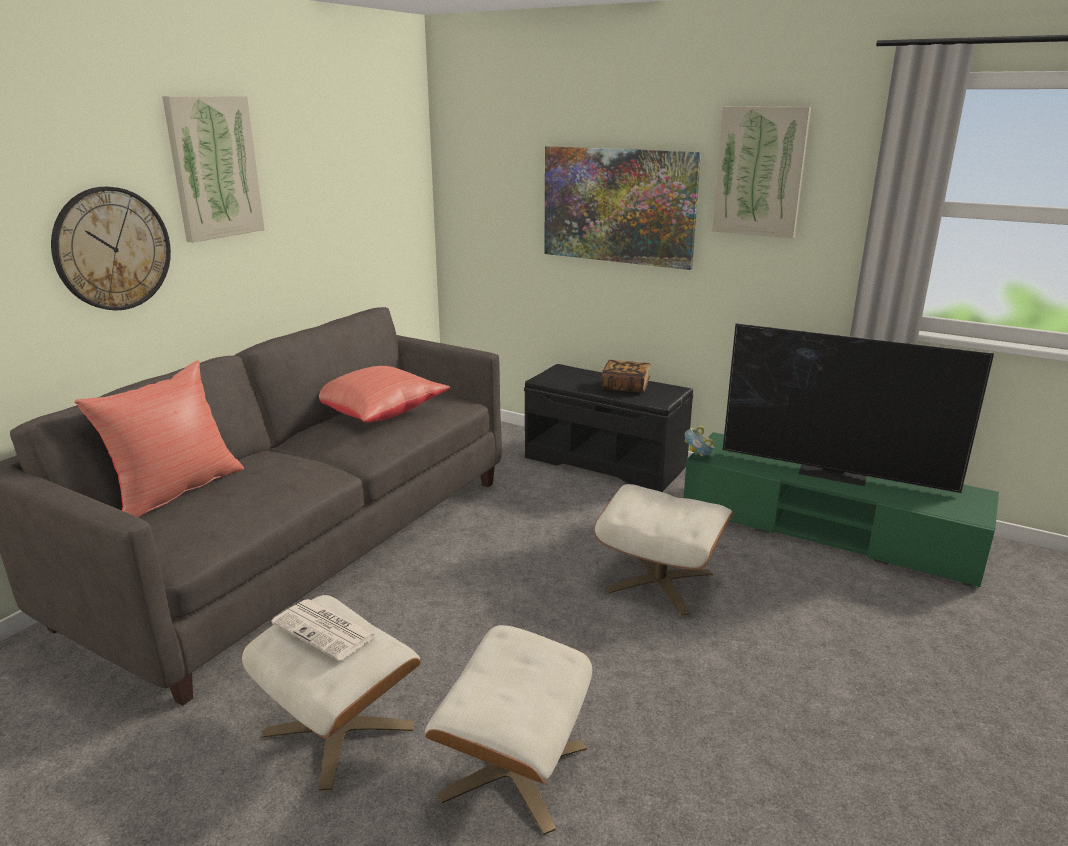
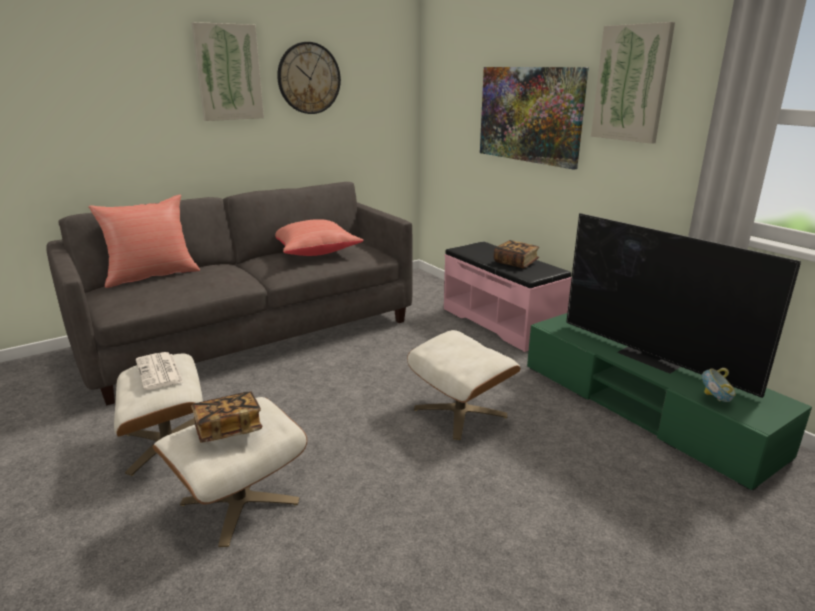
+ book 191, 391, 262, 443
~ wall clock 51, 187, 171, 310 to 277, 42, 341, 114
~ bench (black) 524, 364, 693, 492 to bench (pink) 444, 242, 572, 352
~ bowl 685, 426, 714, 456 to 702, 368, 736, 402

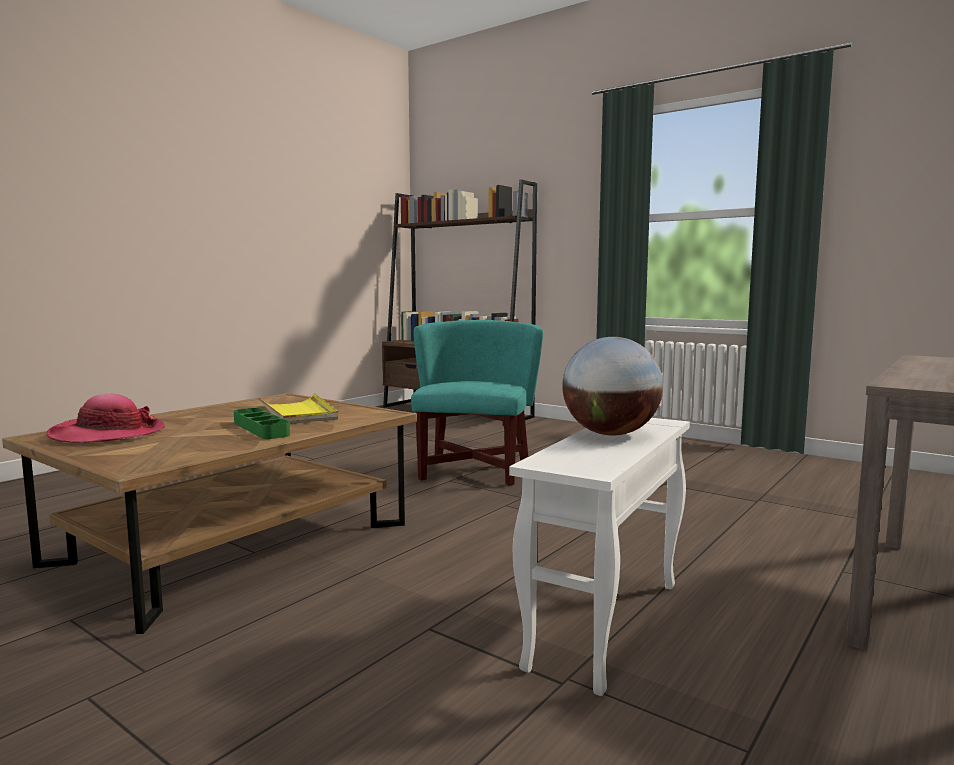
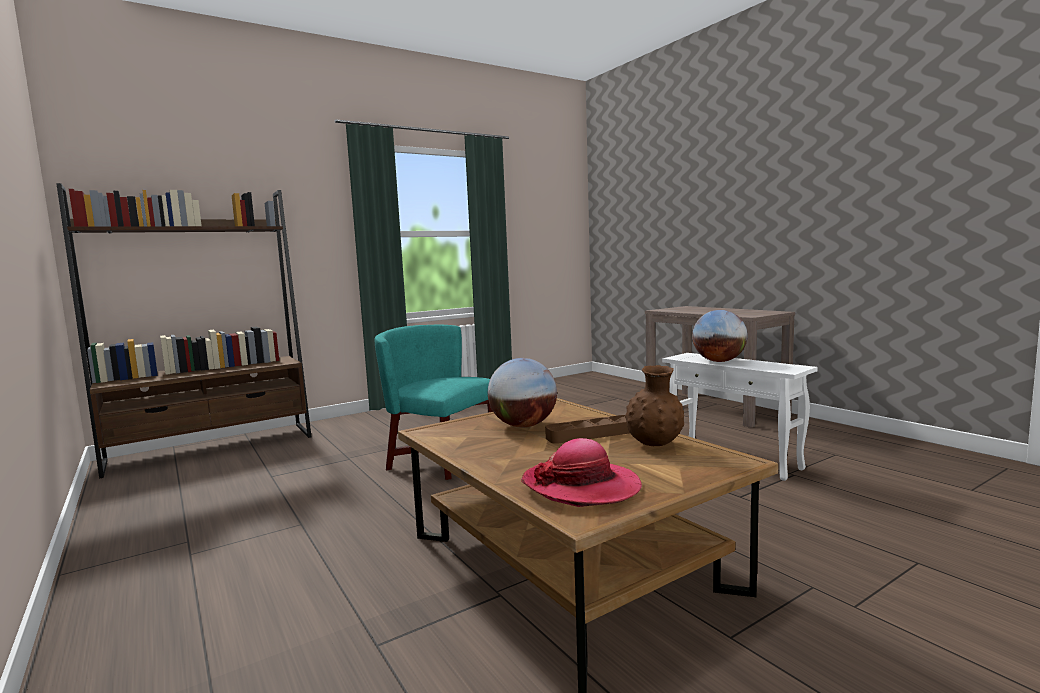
~ tray (yellow) 258, 393, 338, 424 to globe 488, 358, 557, 427
~ tray (green) 234, 408, 290, 439 to tray (brown) 545, 415, 630, 444
+ vase (brown) 625, 365, 684, 446

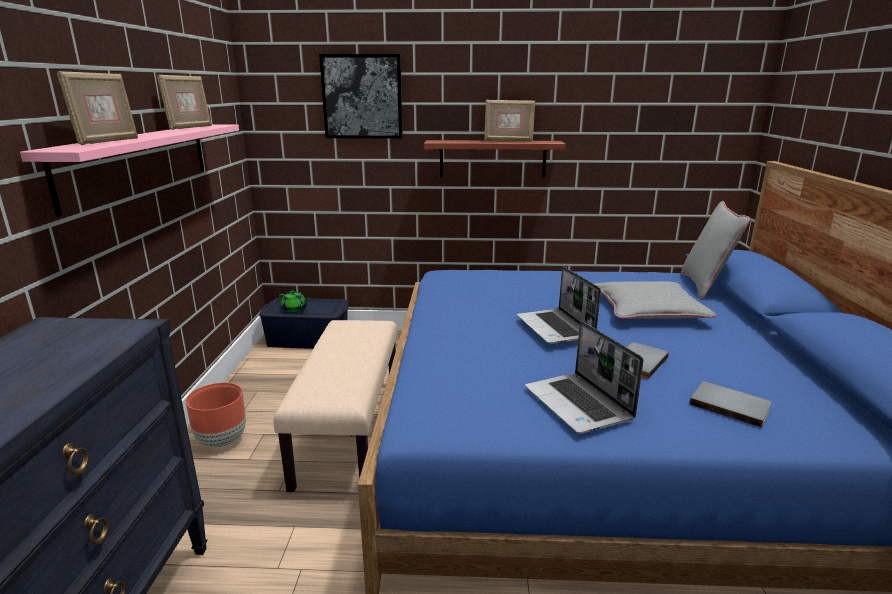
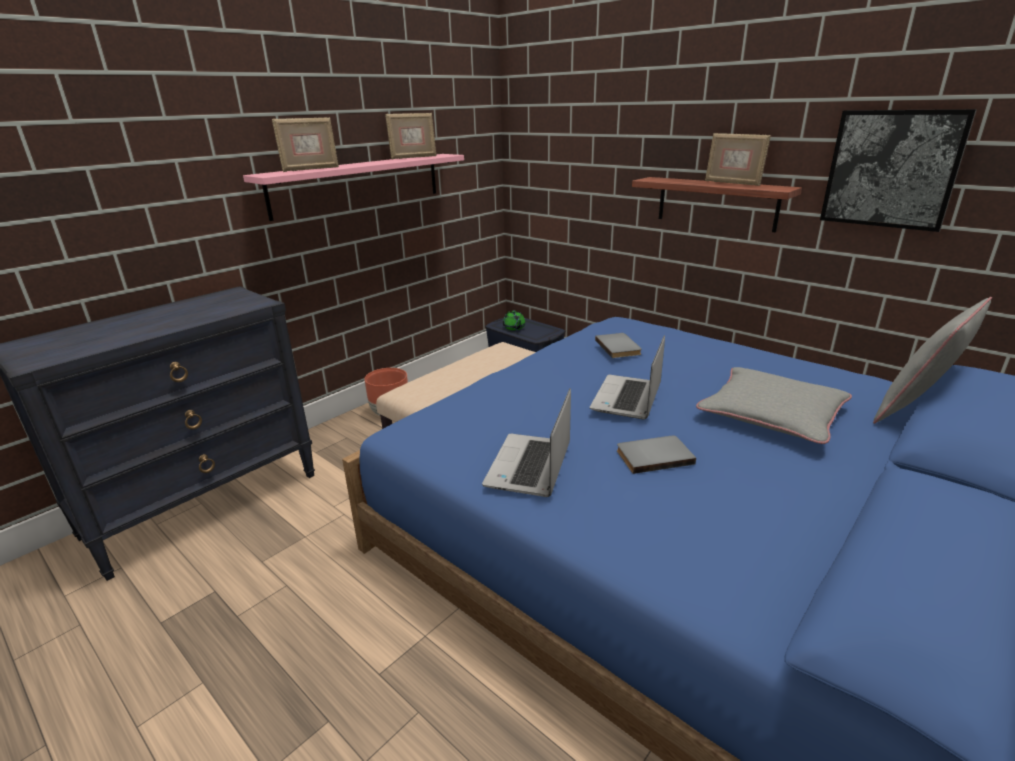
~ book (grey) 689, 381, 772, 428 to 595, 333, 642, 358
~ picture 319, 54, 403, 138 to 820, 109, 977, 232

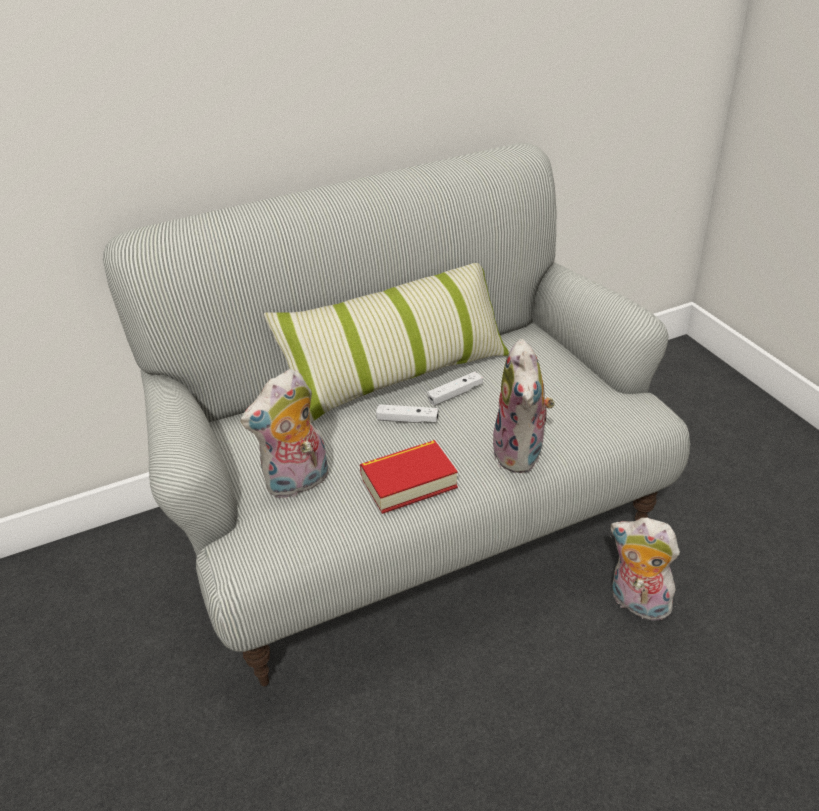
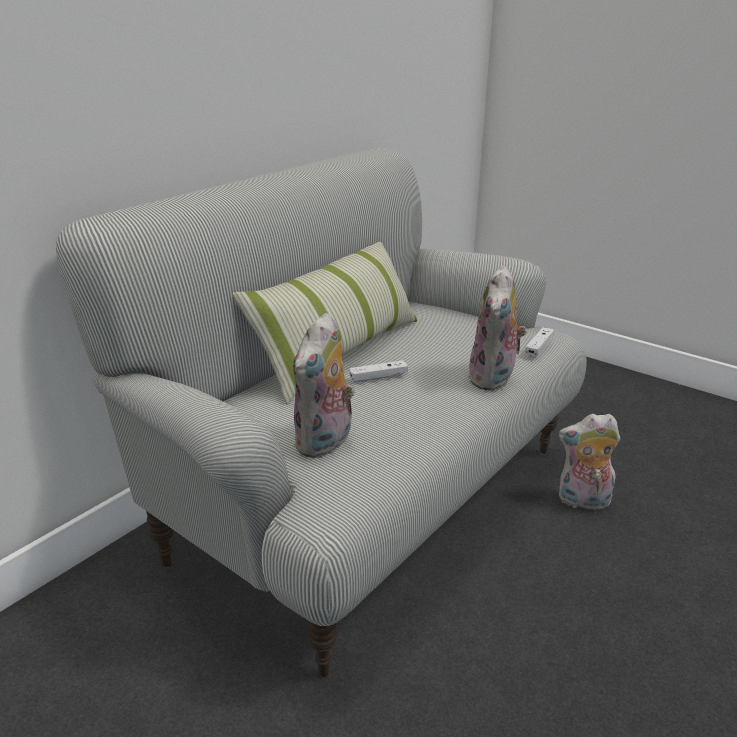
~ plush toy 491, 339, 555, 473 = 468, 265, 527, 391 45 degrees clockwise
~ game controller (white) 427, 372, 483, 406 to 525, 327, 554, 358
- book 360, 440, 458, 514

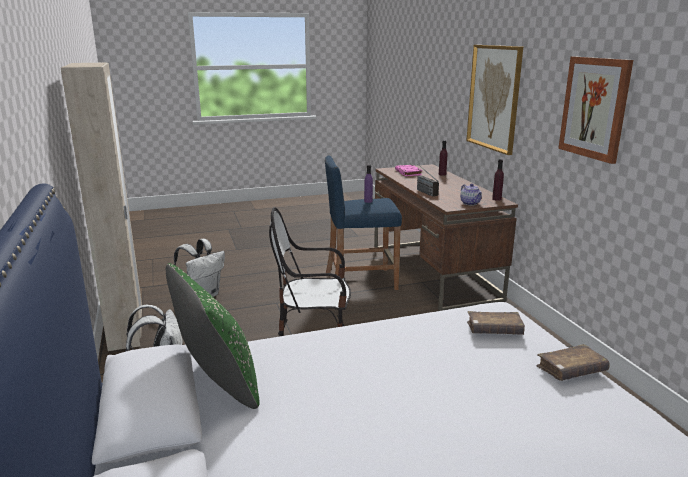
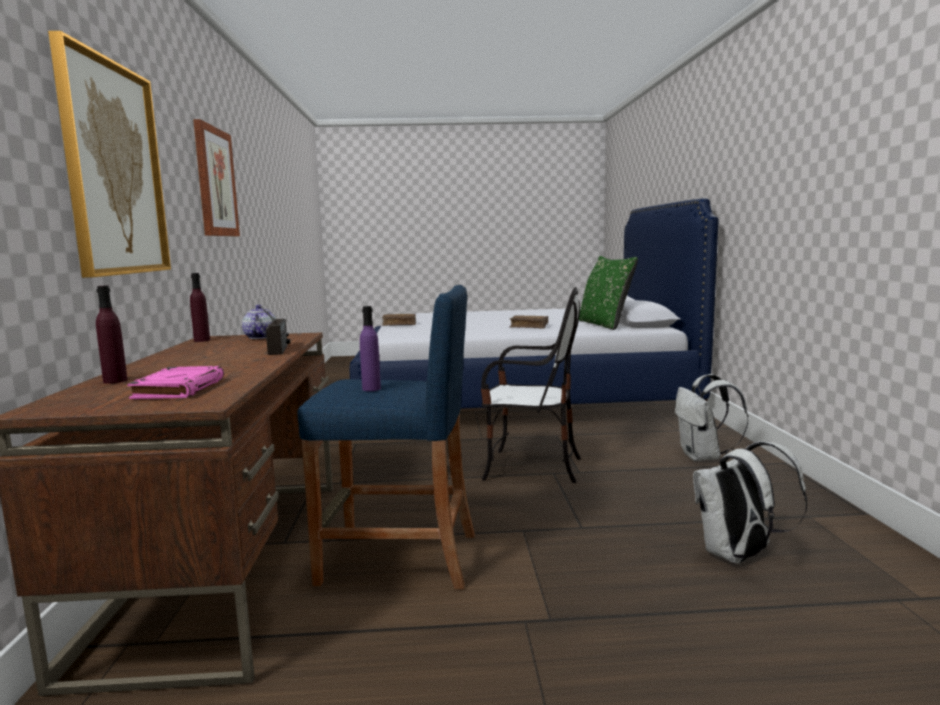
~ book (brown) 467, 311, 525, 335 to 509, 315, 548, 329
- wardrobe (beige) 61, 63, 142, 351

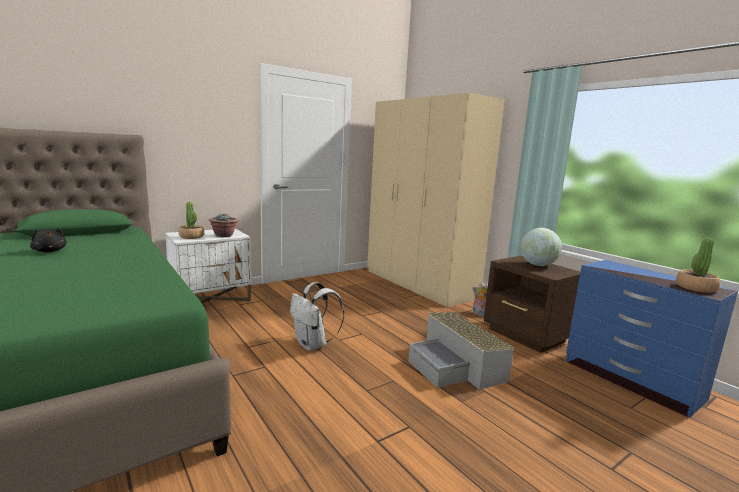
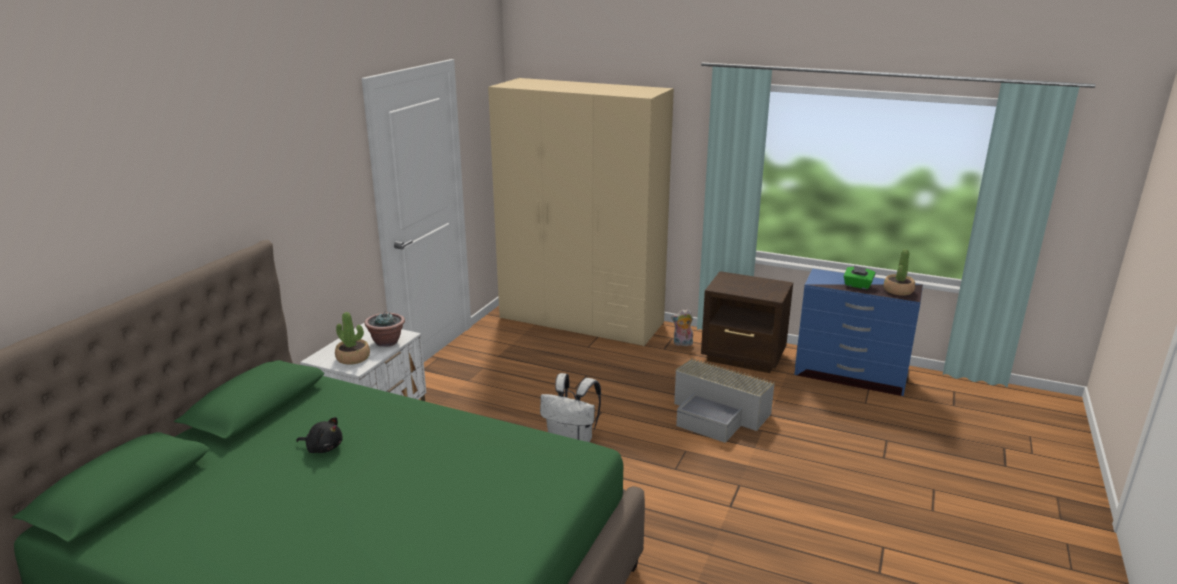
+ tissue box (green) 844, 265, 876, 289
- globe 520, 228, 562, 266

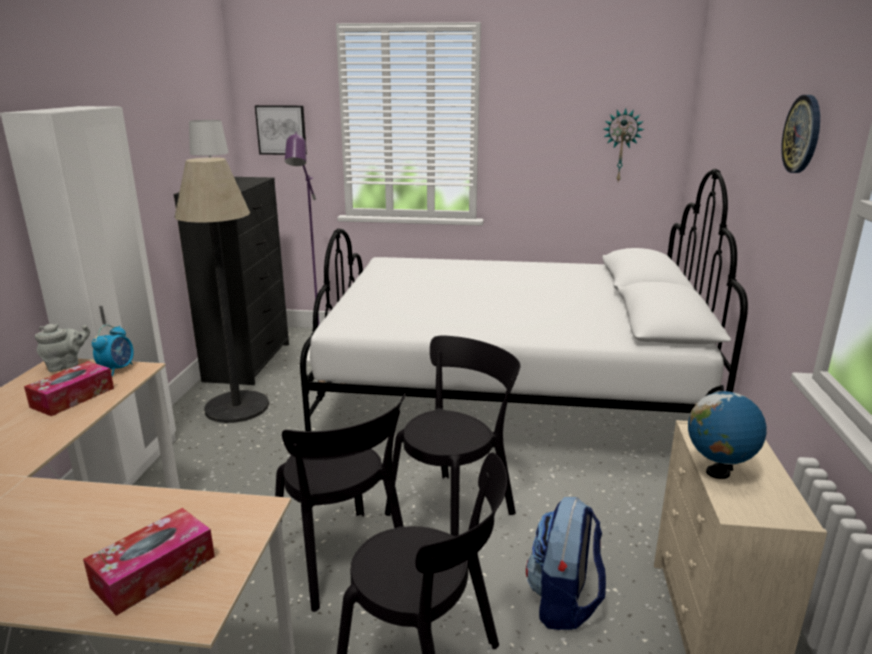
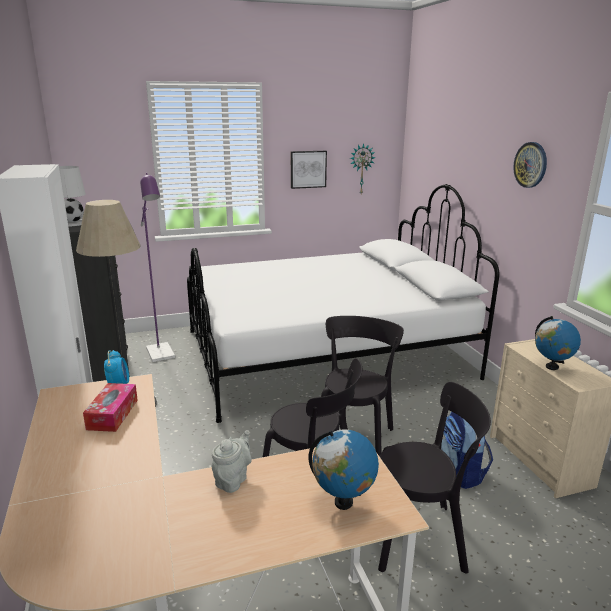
~ teapot (grey) 35, 323, 90, 372 to 212, 430, 252, 493
~ picture 255, 105, 307, 155 to 291, 151, 327, 189
~ tissue box 83, 508, 215, 616 to globe 309, 429, 379, 510

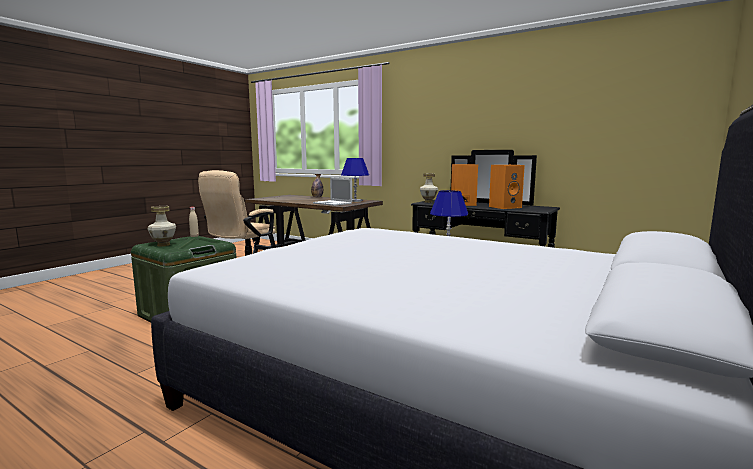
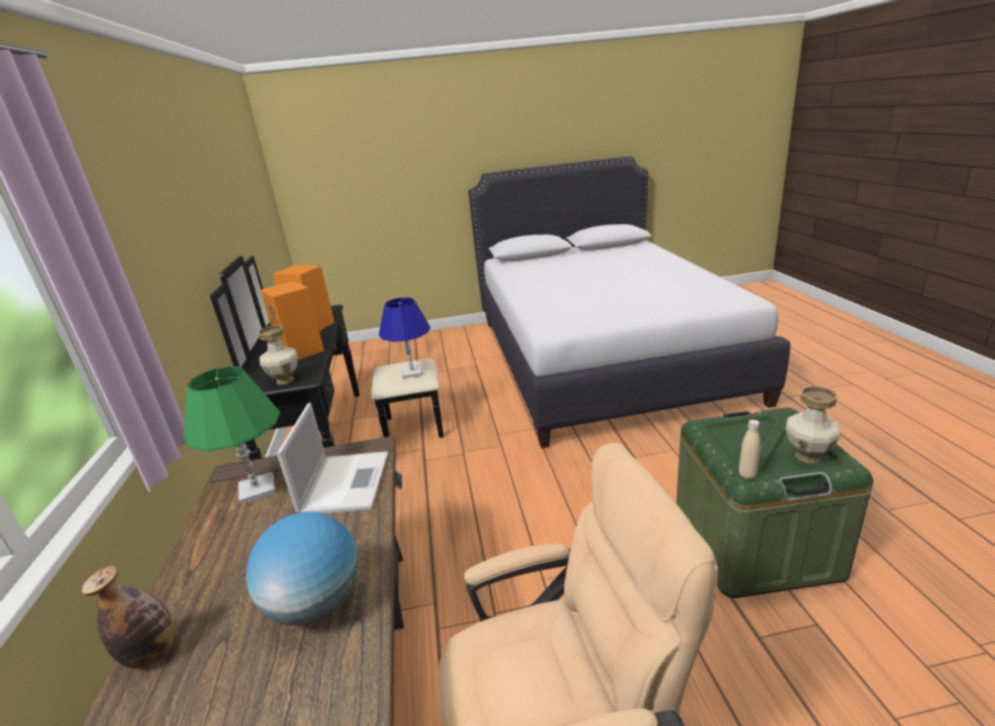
~ table lamp (blue) 341, 158, 369, 202 to table lamp (green) 184, 366, 280, 505
+ globe 246, 512, 359, 625

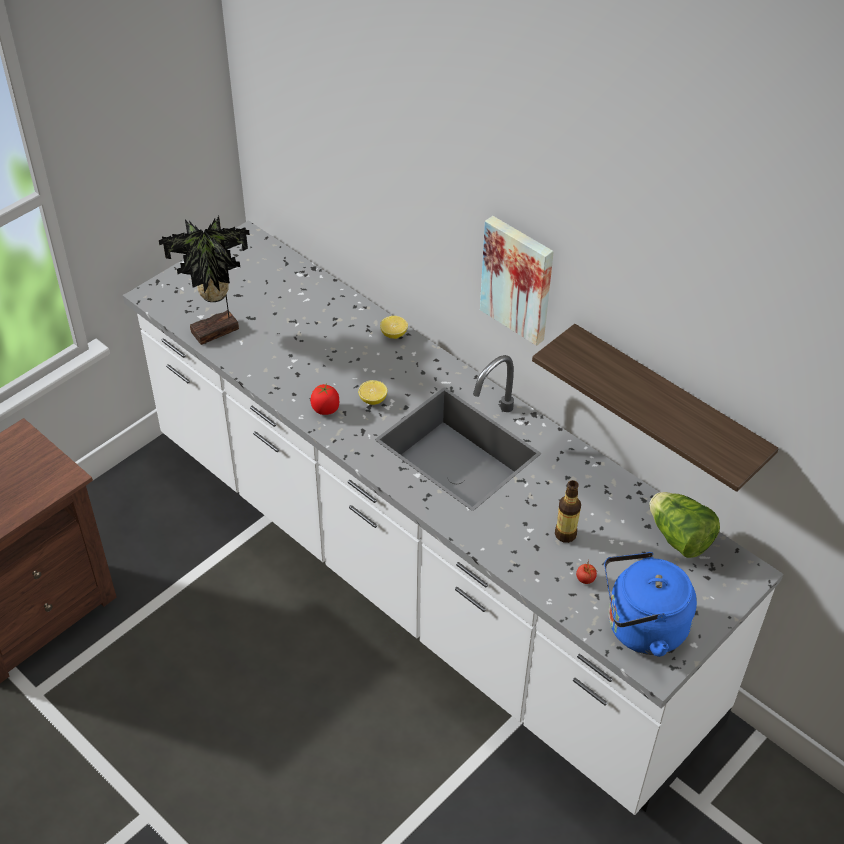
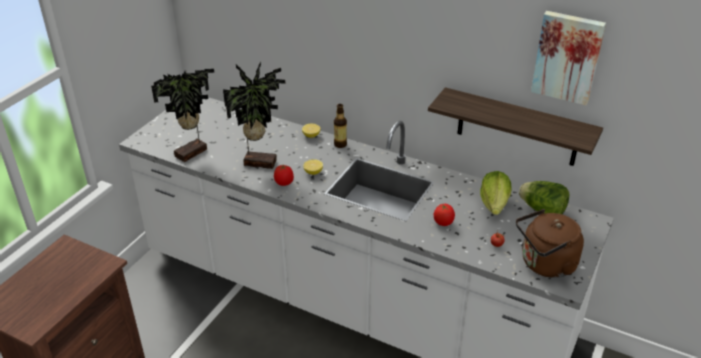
+ potted plant 223, 62, 286, 169
~ bottle 555, 480, 581, 543 to 334, 104, 347, 148
+ tomato 434, 203, 455, 226
+ lettuce 480, 171, 512, 215
~ kettle (blue) 604, 552, 697, 657 to kettle (brown) 516, 209, 584, 278
~ picture 480, 216, 554, 346 to 531, 11, 606, 105

